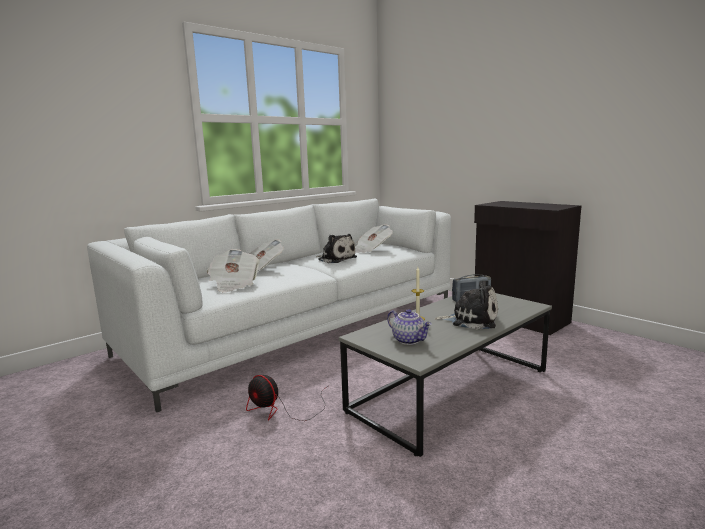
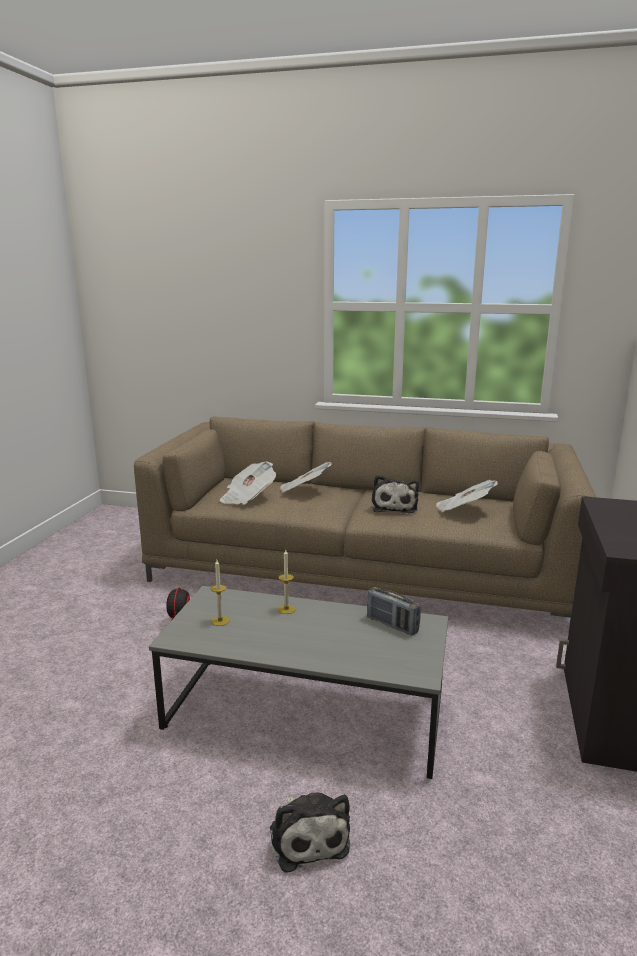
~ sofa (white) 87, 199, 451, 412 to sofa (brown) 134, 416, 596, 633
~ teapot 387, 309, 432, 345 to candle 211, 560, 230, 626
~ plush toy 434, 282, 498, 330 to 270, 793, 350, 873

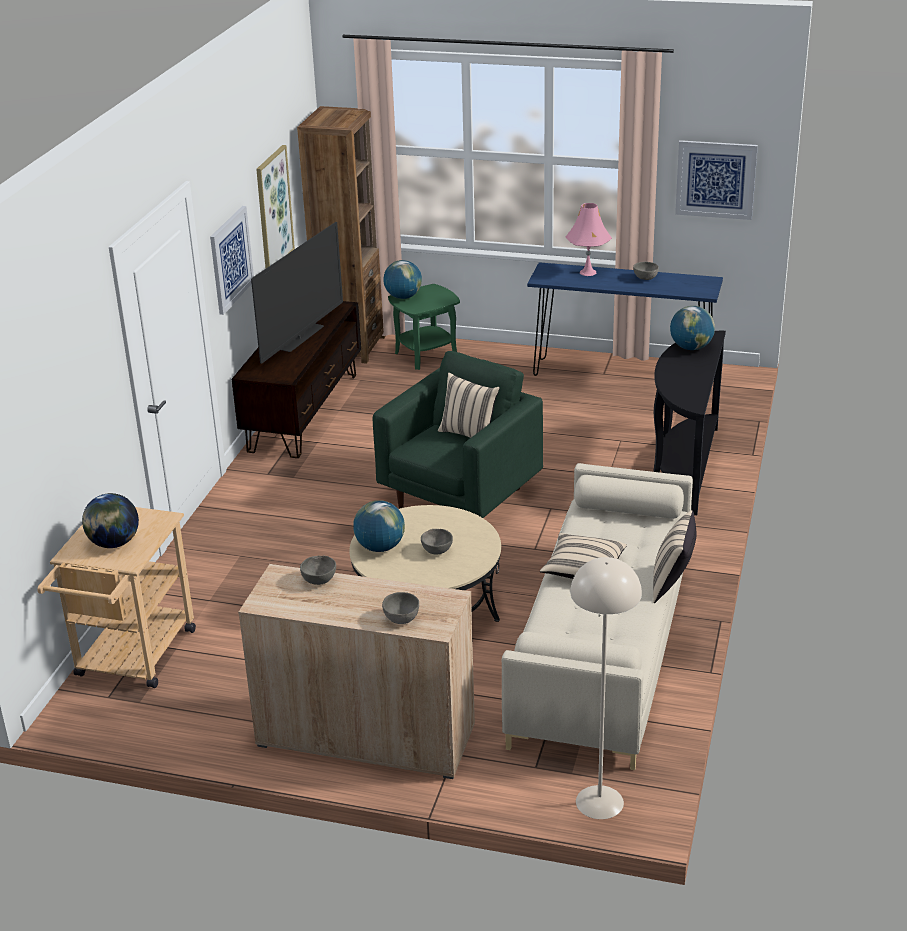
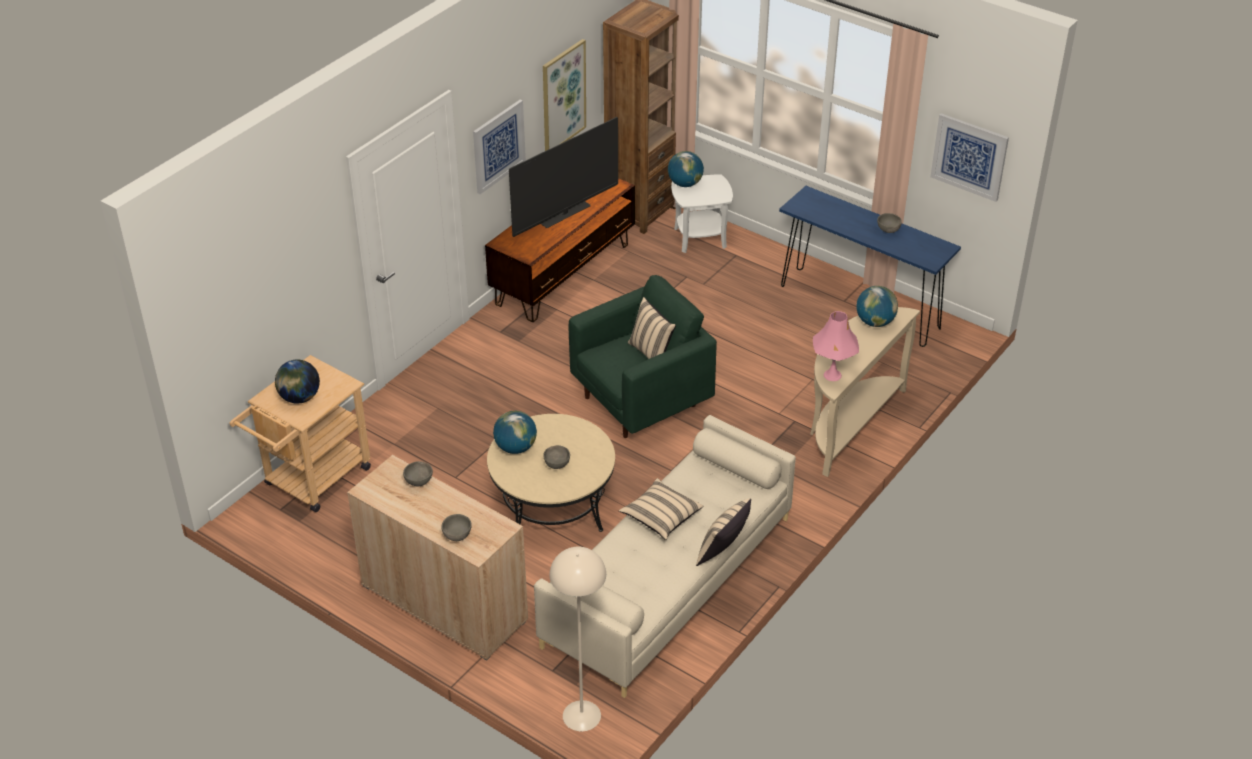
~ side table (green) 388, 284, 460, 370 to side table (white) 671, 174, 733, 253
~ console table (black) 653, 331, 726, 515 to console table (beige) 810, 307, 920, 477
~ table lamp (pink) 566, 203, 612, 276 to 813, 311, 859, 381

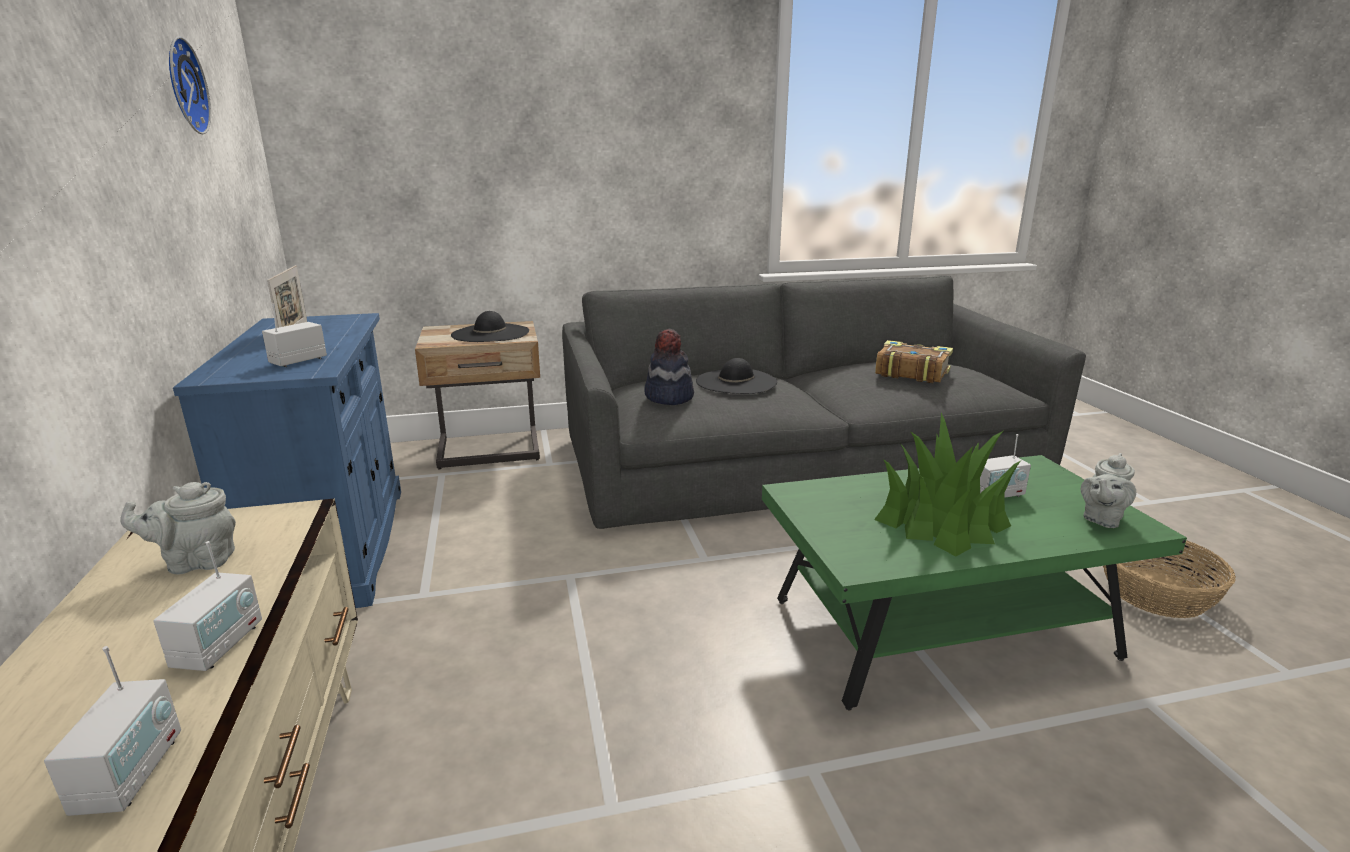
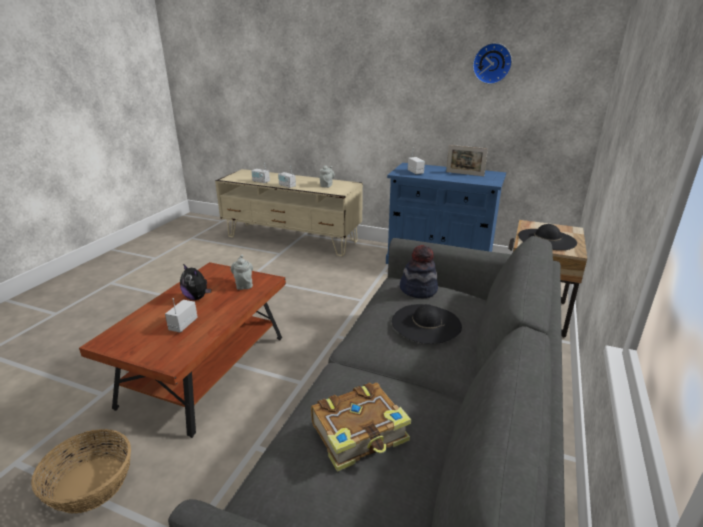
~ coffee table (green) 762, 455, 1187, 710 to coffee table (brown) 79, 262, 286, 438
~ potted plant 874, 413, 1021, 556 to plush toy 180, 264, 211, 300
~ teapot (grey) 1080, 453, 1136, 528 to 231, 255, 253, 290

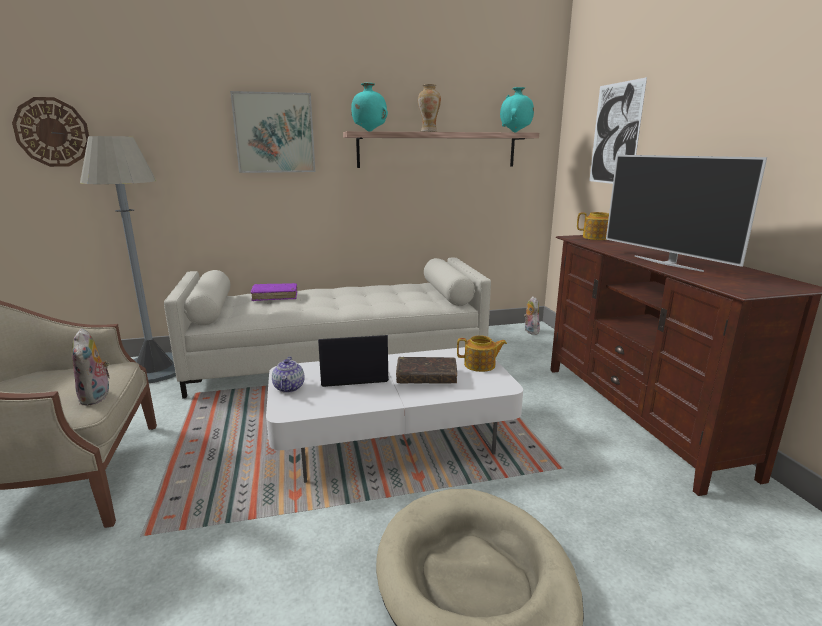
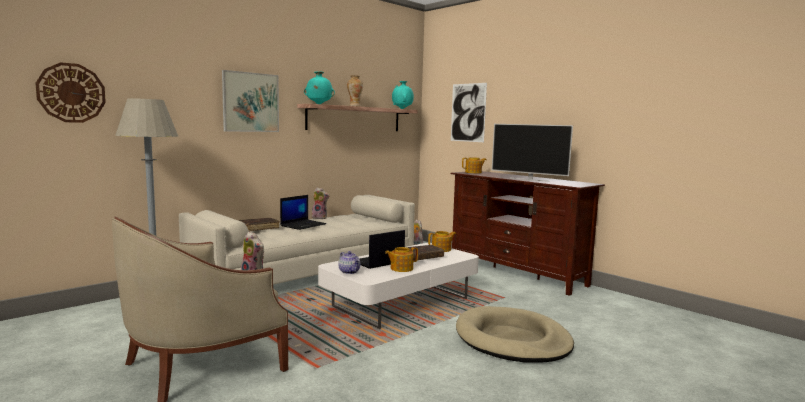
~ book (purple) 250, 283, 297, 301 to book (brown) 238, 218, 280, 231
+ laptop 280, 195, 326, 230
+ plush toy 312, 187, 329, 219
+ teapot 385, 247, 418, 272

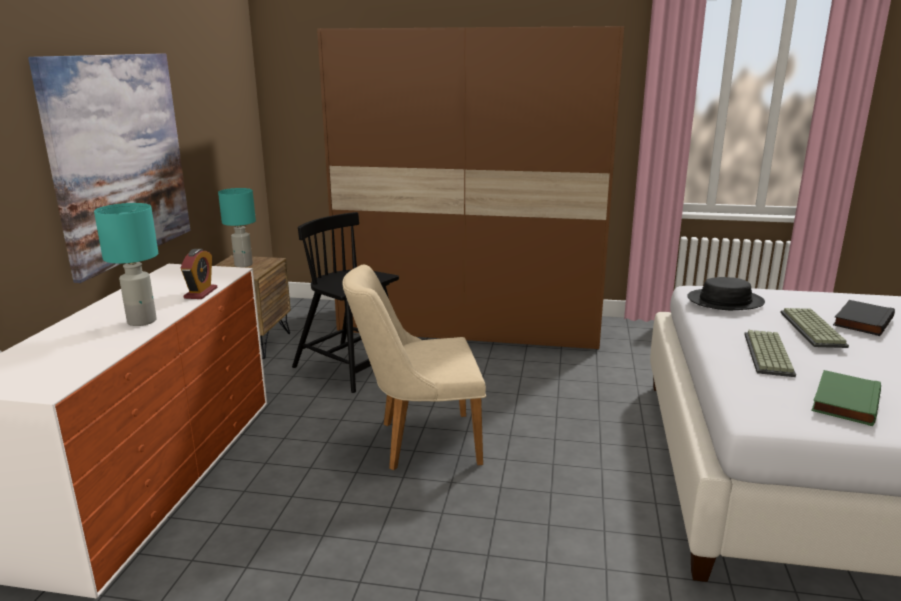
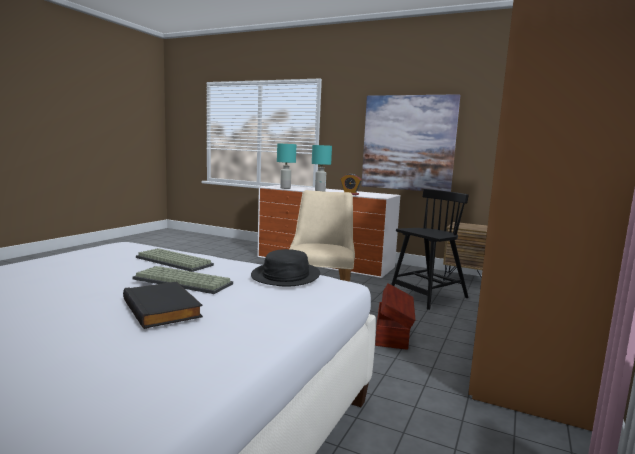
~ table lamp (turquoise) 218, 188, 256, 267 to 277, 143, 296, 189
+ storage box (brown) 375, 283, 415, 350
- book (green) 811, 370, 881, 426

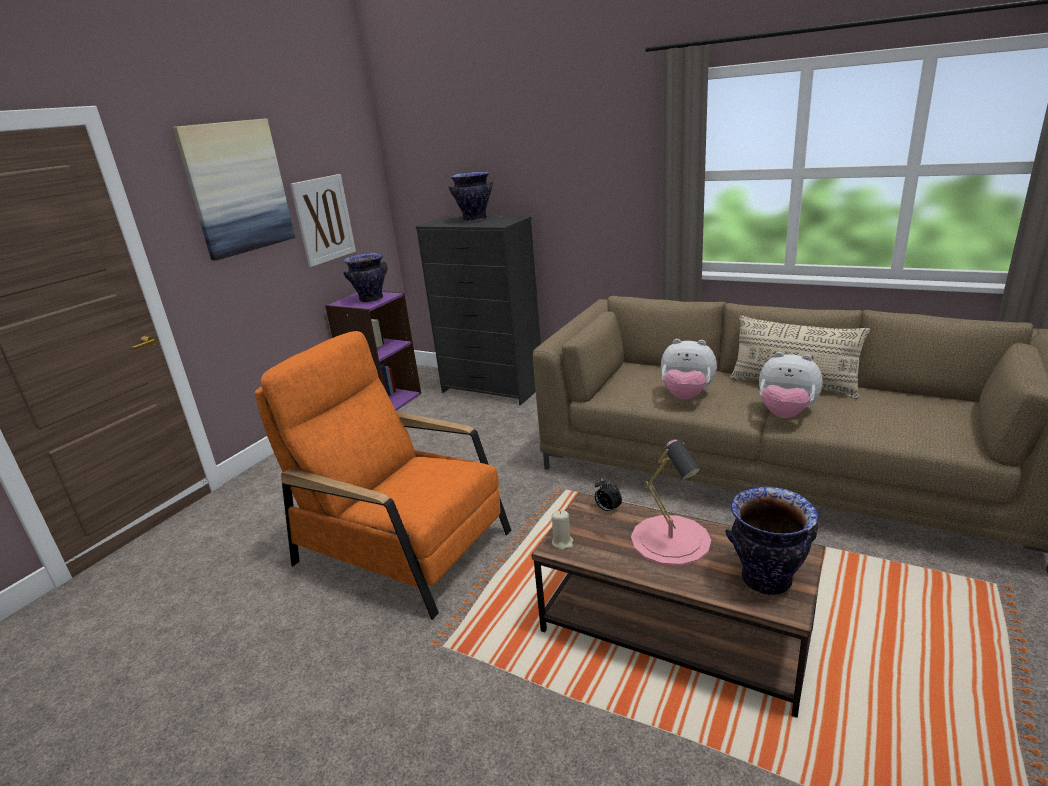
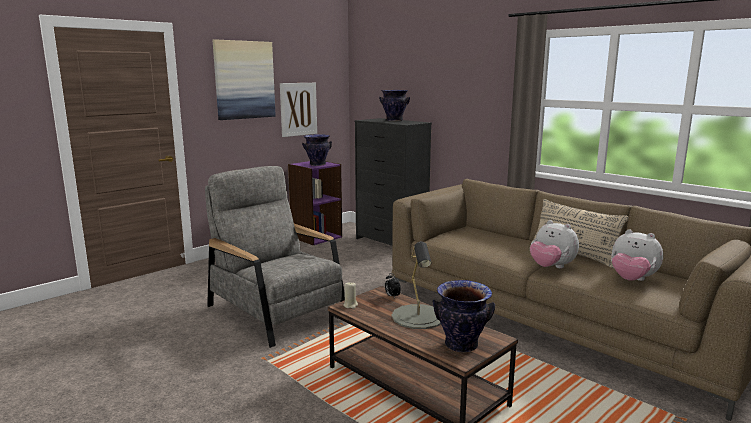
~ armchair (orange) 255, 331, 511, 620 to armchair (grey) 205, 166, 345, 348
~ table lamp (pink) 631, 439, 711, 566 to table lamp (grey) 392, 242, 441, 329
~ plush toy 661, 339, 717, 400 to 611, 229, 663, 281

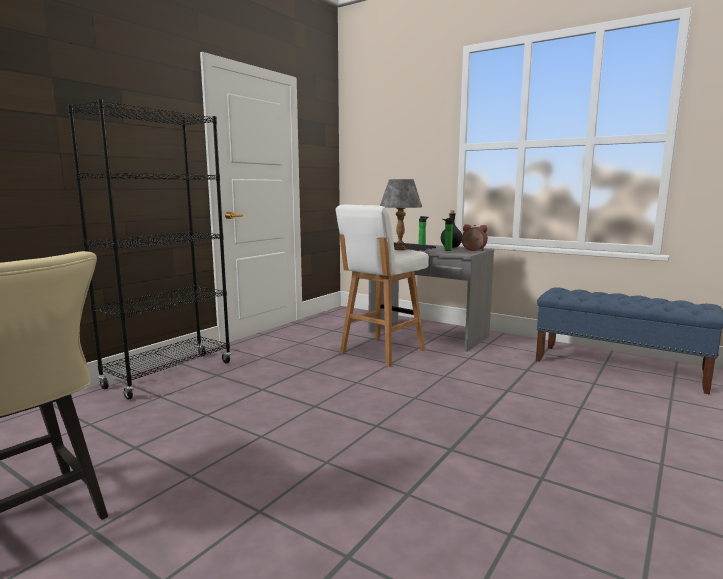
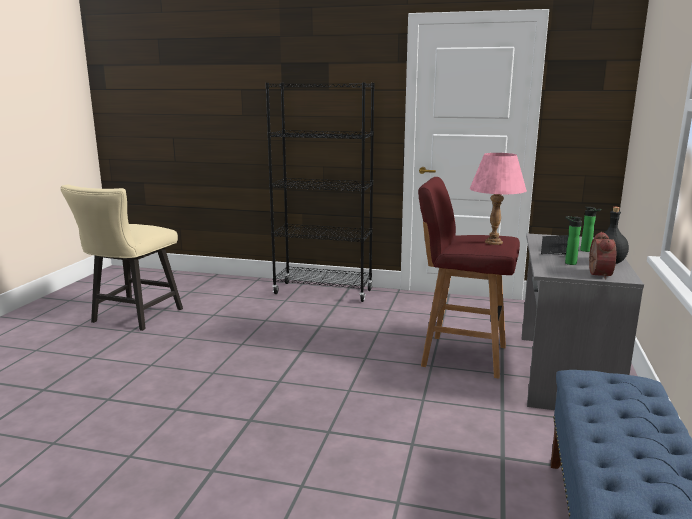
~ stool (white) 336, 205, 429, 367 to stool (red) 418, 177, 520, 379
~ table lamp (grey) 380, 179, 422, 250 to table lamp (pink) 470, 153, 527, 245

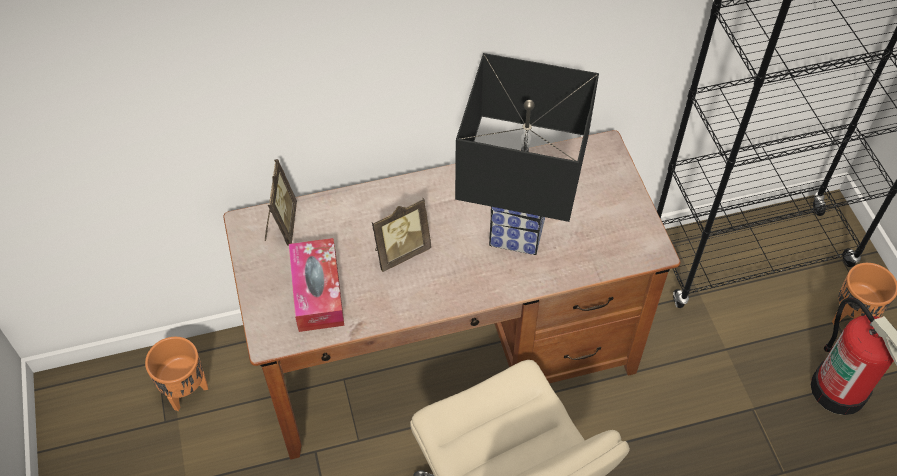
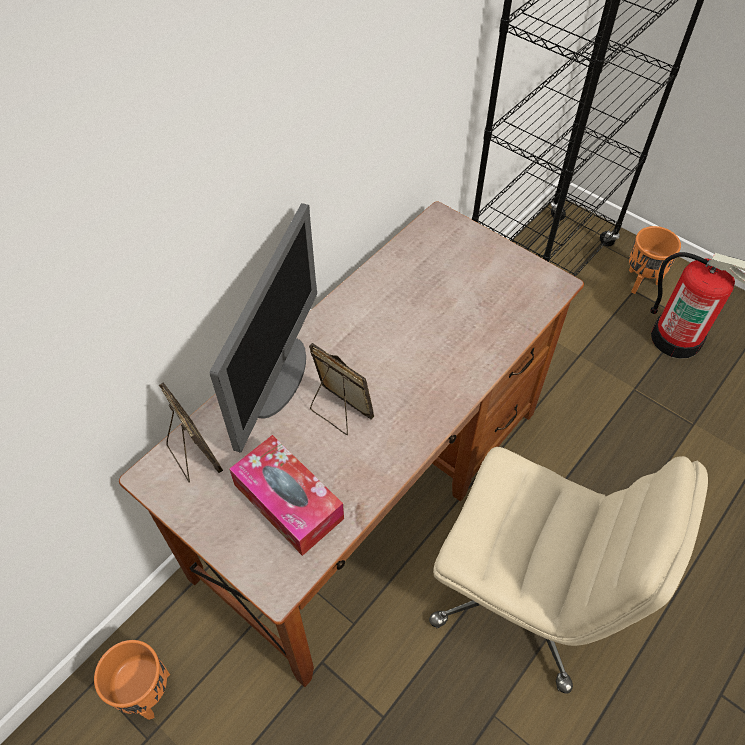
+ monitor 210, 203, 317, 453
~ picture frame 372, 198, 431, 272 = 309, 343, 374, 435 75 degrees counterclockwise
- table lamp (black) 455, 53, 599, 255

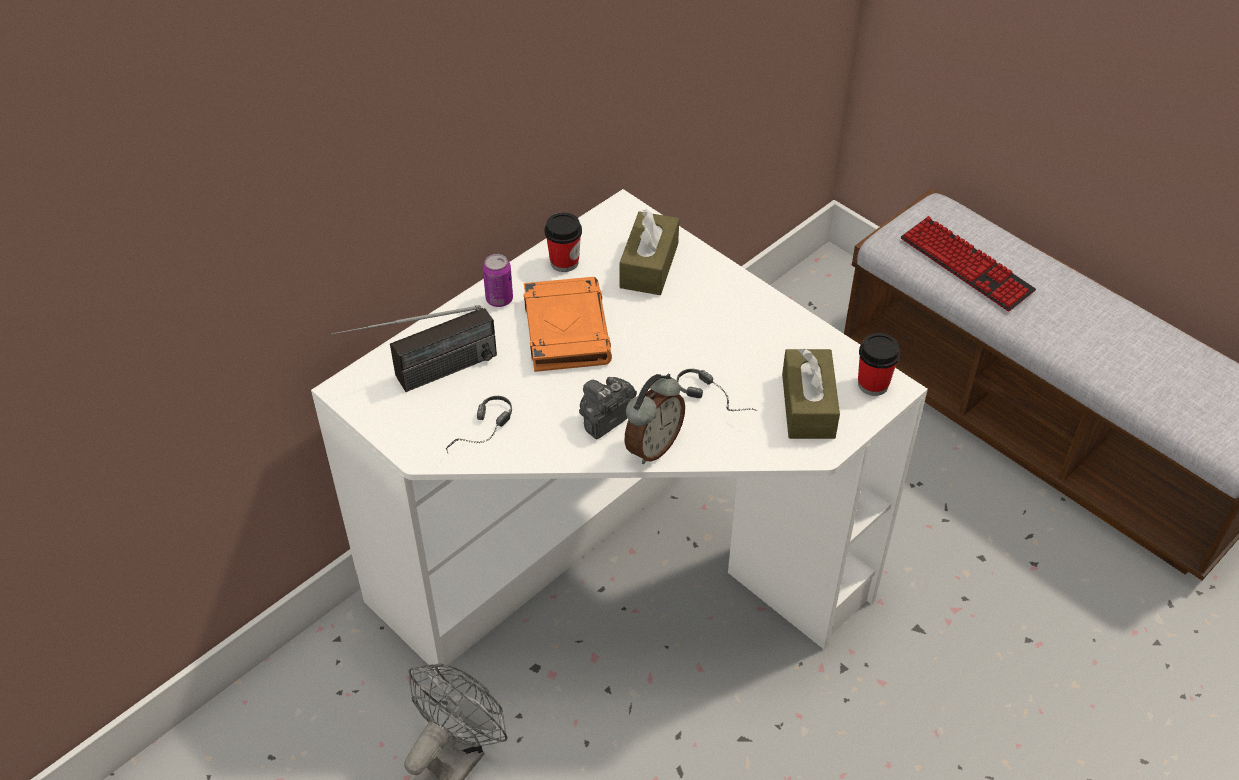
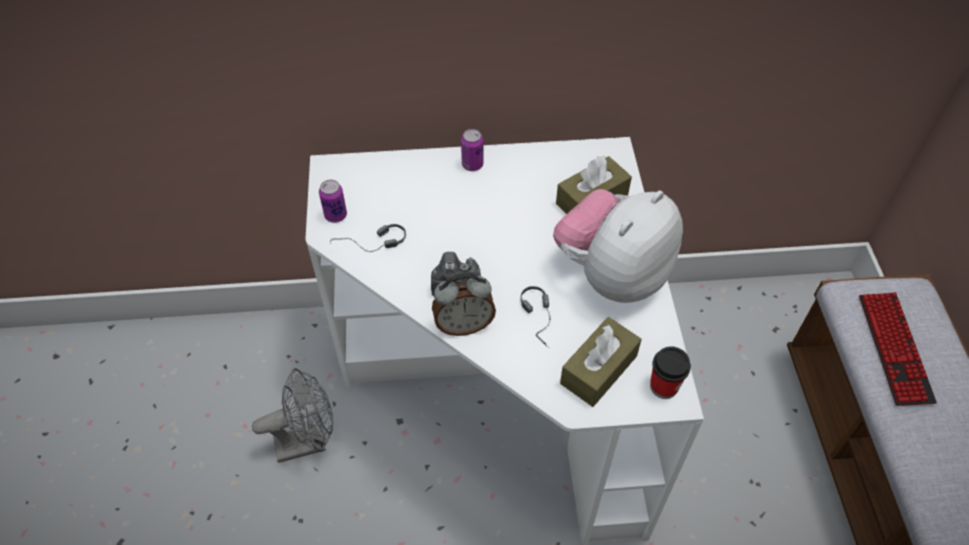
+ can 319, 180, 347, 223
+ plush toy 553, 189, 683, 303
- radio 330, 305, 497, 392
- book (orange) 524, 277, 612, 372
- cup 545, 212, 582, 272

